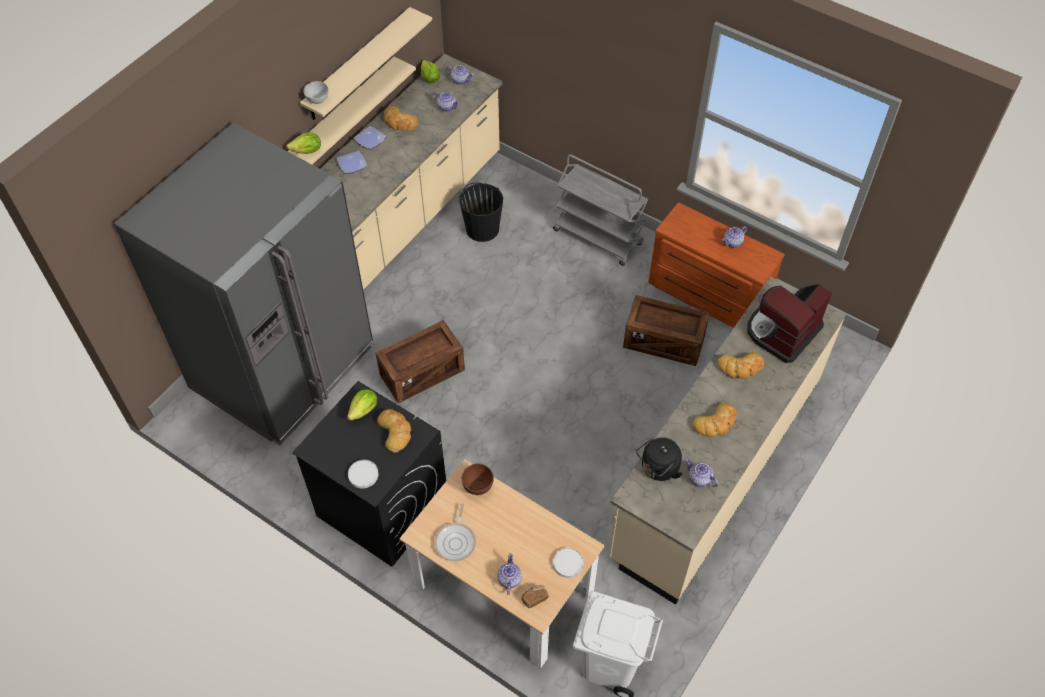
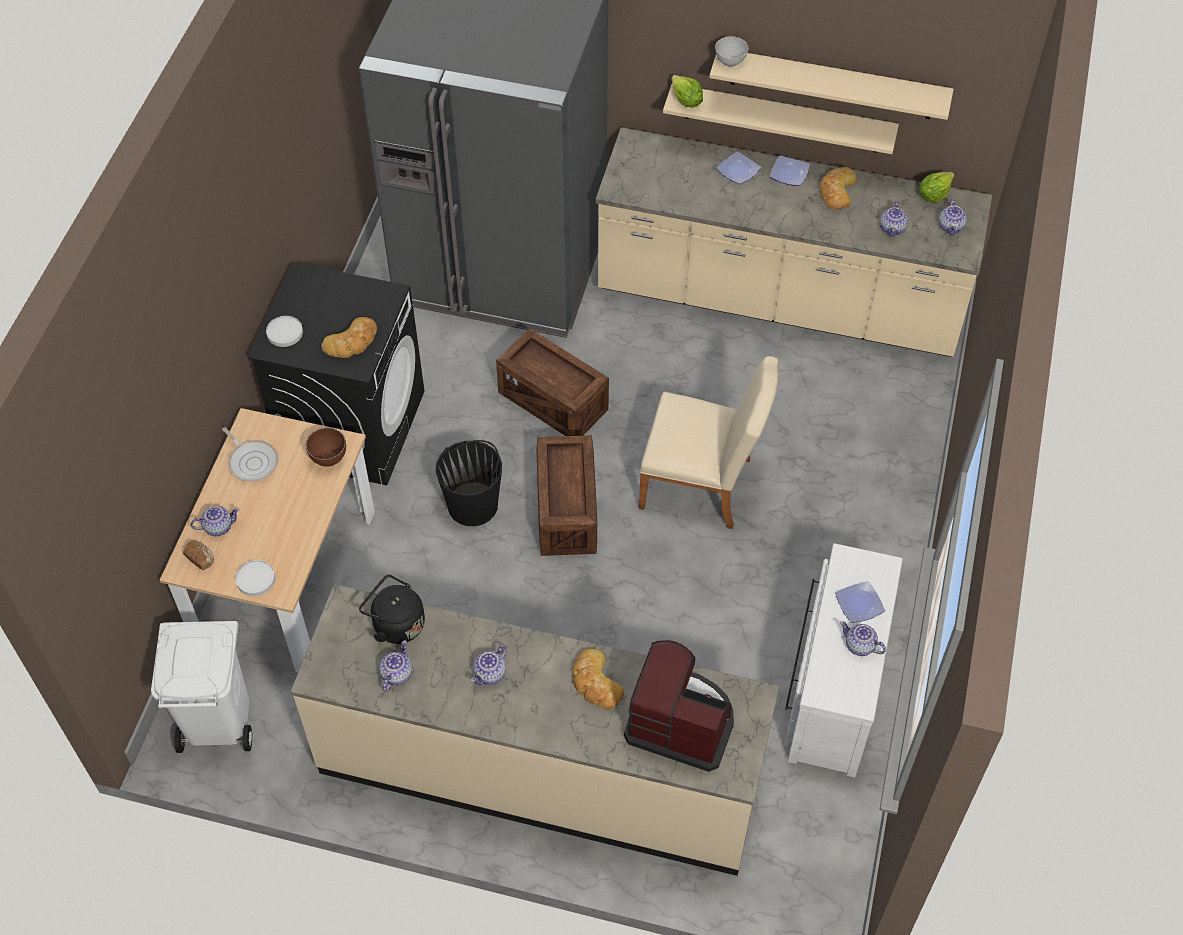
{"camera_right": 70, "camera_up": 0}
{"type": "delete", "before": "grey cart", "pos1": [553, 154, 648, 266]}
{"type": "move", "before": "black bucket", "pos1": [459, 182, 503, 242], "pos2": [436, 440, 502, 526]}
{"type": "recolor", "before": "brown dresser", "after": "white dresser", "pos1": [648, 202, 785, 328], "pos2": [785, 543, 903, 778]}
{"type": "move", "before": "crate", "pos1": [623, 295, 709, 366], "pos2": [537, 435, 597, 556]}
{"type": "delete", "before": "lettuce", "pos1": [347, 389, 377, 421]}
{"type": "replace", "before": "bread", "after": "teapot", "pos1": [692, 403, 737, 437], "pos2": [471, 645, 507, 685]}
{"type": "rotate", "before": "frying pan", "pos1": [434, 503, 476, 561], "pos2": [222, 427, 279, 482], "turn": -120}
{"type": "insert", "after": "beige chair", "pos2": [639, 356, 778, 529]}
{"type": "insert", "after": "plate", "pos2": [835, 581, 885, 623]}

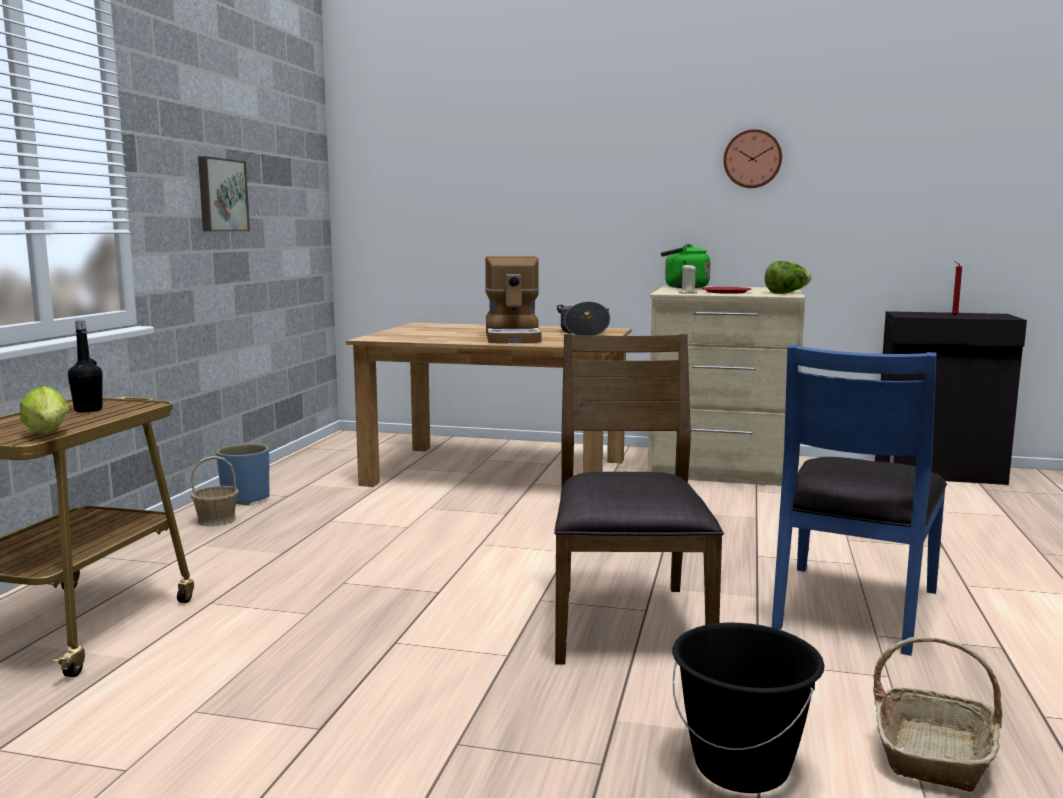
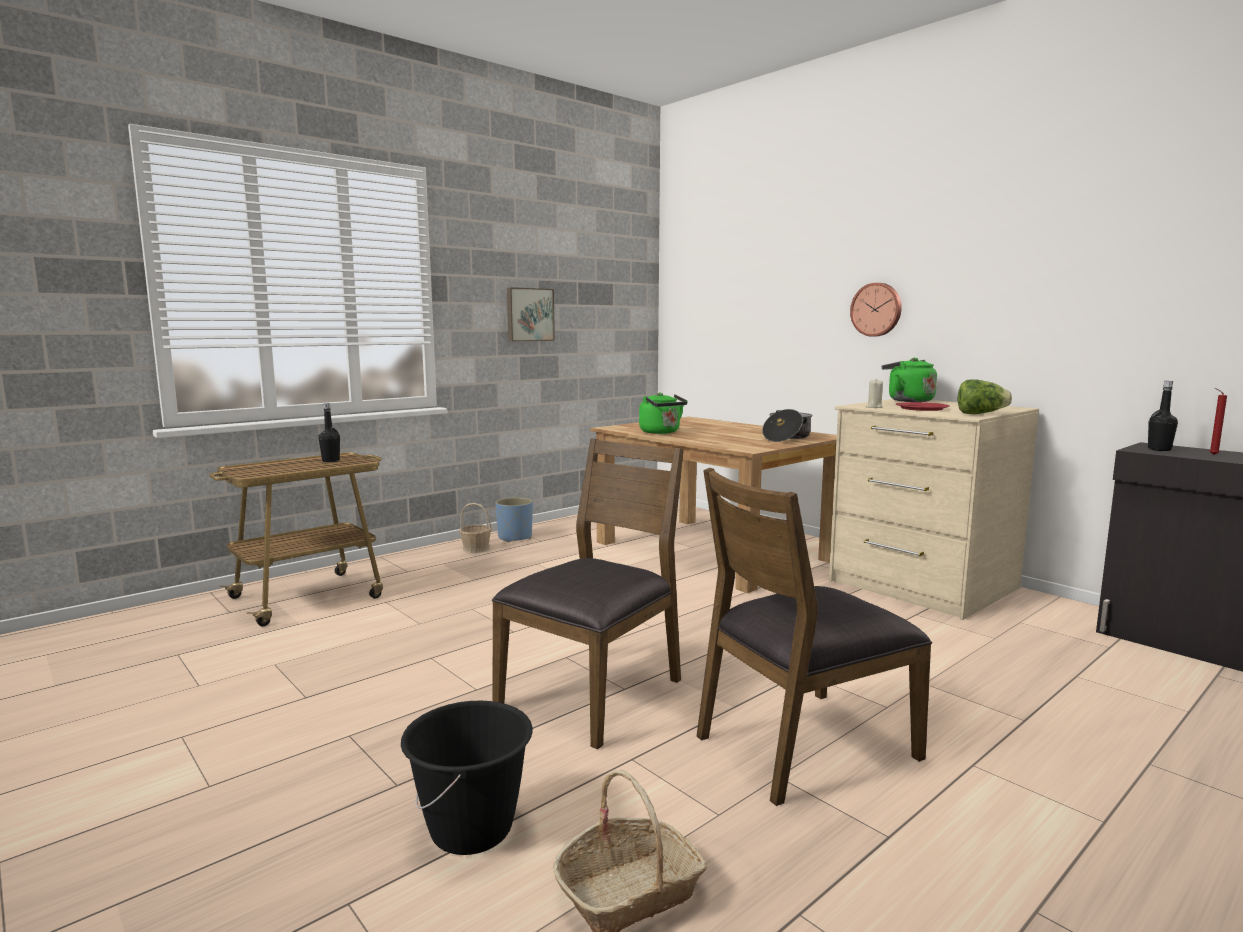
{"camera_right": 35, "camera_up": 0}
{"type": "move", "before": "wall clock", "pos1": [724, 129, 782, 188], "pos2": [850, 283, 902, 337]}
{"type": "delete", "before": "coffee machine", "pos1": [485, 256, 542, 344]}
{"type": "recolor", "before": "blue chair", "after": "brown chair", "pos1": [772, 344, 947, 656], "pos2": [697, 468, 932, 806]}
{"type": "delete", "before": "lettuce", "pos1": [20, 386, 69, 434]}
{"type": "insert", "after": "black bottle", "pos2": [1148, 381, 1178, 451]}
{"type": "insert", "after": "green kettle", "pos2": [639, 392, 688, 434]}

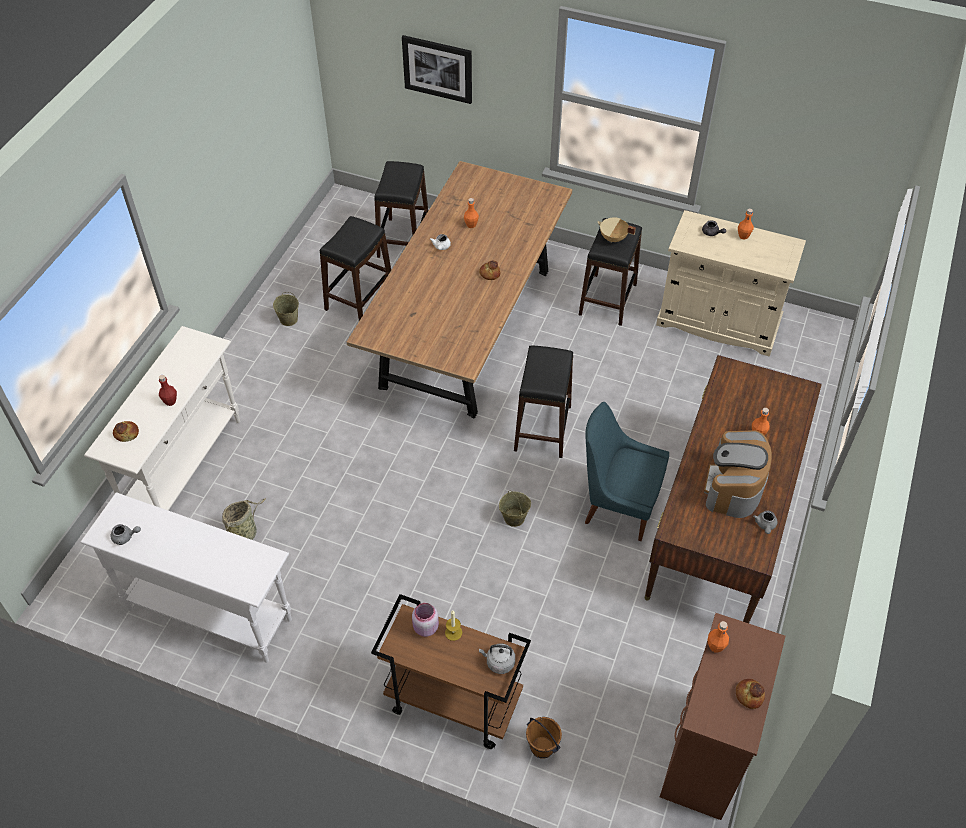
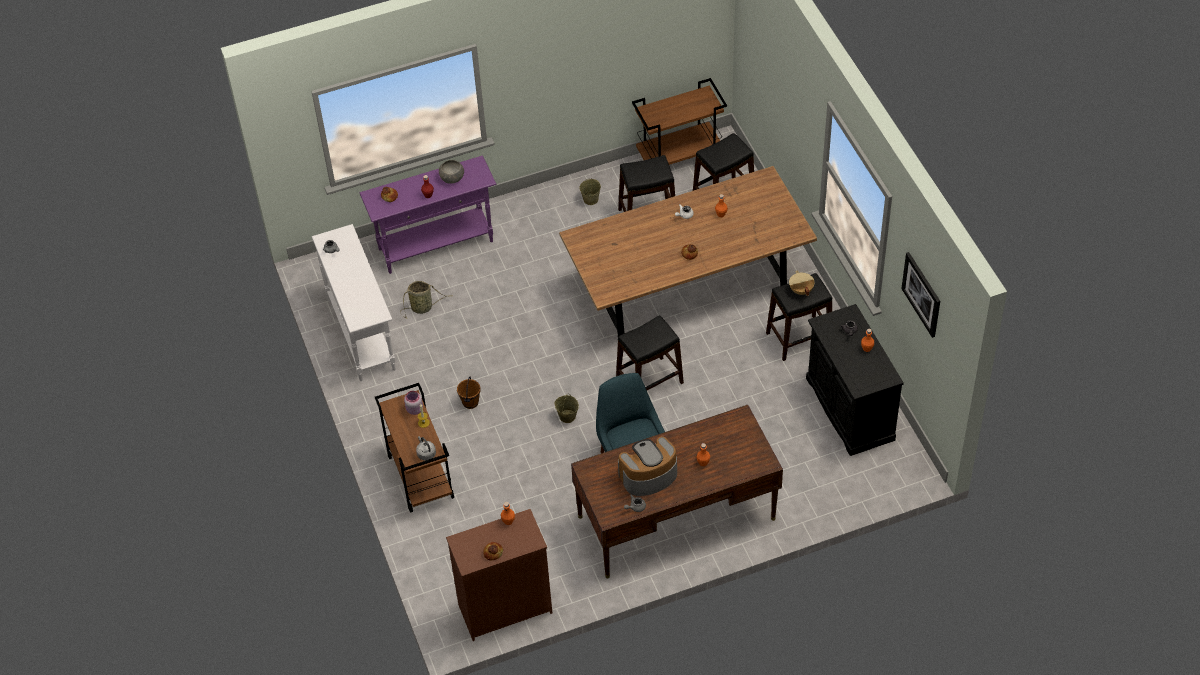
{"camera_right": 50, "camera_up": 0}
{"type": "move", "before": "picture", "pos1": [402, 35, 472, 104], "pos2": [901, 252, 940, 338]}
{"type": "recolor", "before": "beige cabinet", "after": "black cabinet", "pos1": [656, 210, 806, 357], "pos2": [806, 304, 904, 456]}
{"type": "recolor", "before": "white console table", "after": "purple console table", "pos1": [84, 326, 240, 511], "pos2": [360, 155, 497, 274]}
{"type": "move", "before": "brown bucket", "pos1": [526, 717, 562, 759], "pos2": [457, 376, 481, 409]}
{"type": "insert", "after": "brown cart", "pos2": [632, 78, 727, 165]}
{"type": "insert", "after": "grey bowl", "pos2": [439, 160, 464, 184]}

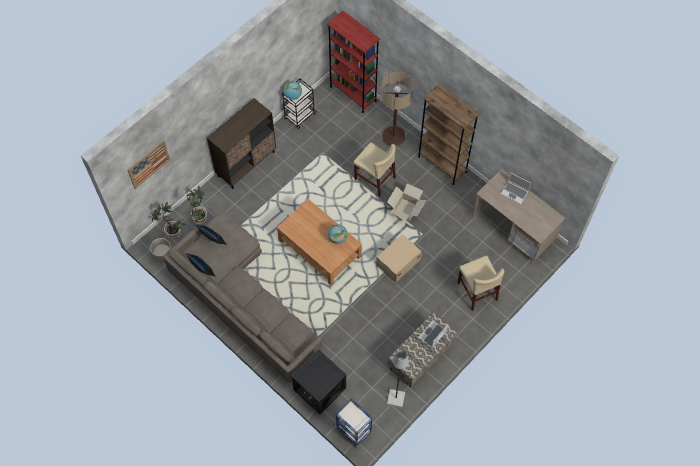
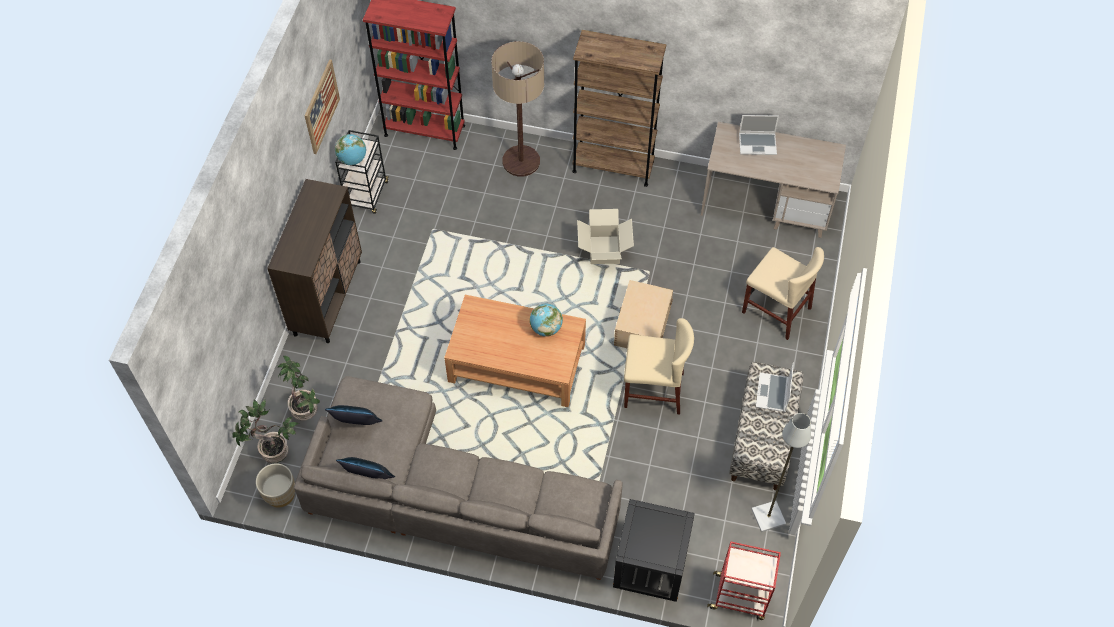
{"camera_right": -30, "camera_up": -5}
{"type": "move", "before": "picture", "pos1": [127, 140, 170, 189], "pos2": [304, 59, 340, 154]}
{"type": "move", "before": "beige chair", "pos1": [353, 142, 396, 197], "pos2": [624, 318, 694, 415]}
{"type": "recolor", "before": "blue cart", "after": "red cart", "pos1": [333, 398, 372, 448], "pos2": [707, 541, 781, 620]}

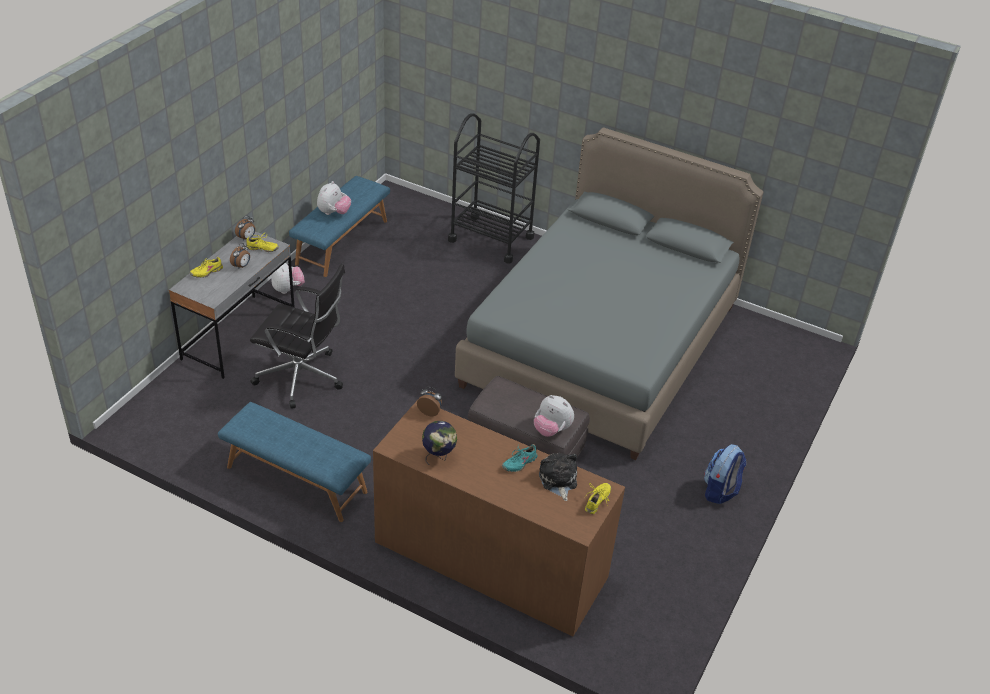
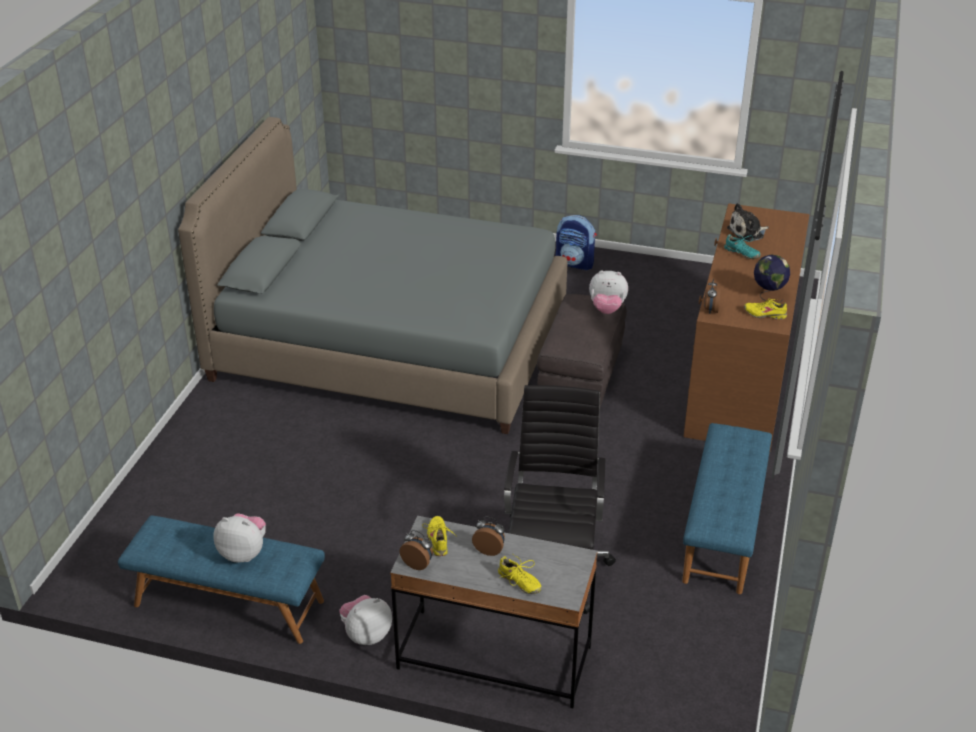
{"camera_right": -100, "camera_up": -5}
{"type": "delete", "before": "black cart", "pos1": [448, 113, 540, 264]}
{"type": "rotate", "before": "plush toy", "pos1": [534, 395, 574, 437], "pos2": [589, 271, 628, 314], "turn": 75}
{"type": "move", "before": "yellow shoe", "pos1": [584, 483, 611, 514], "pos2": [744, 298, 787, 320]}

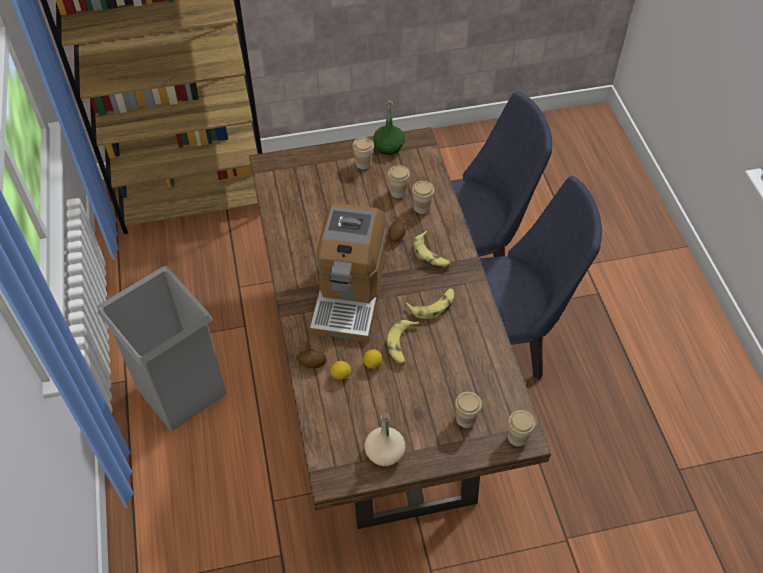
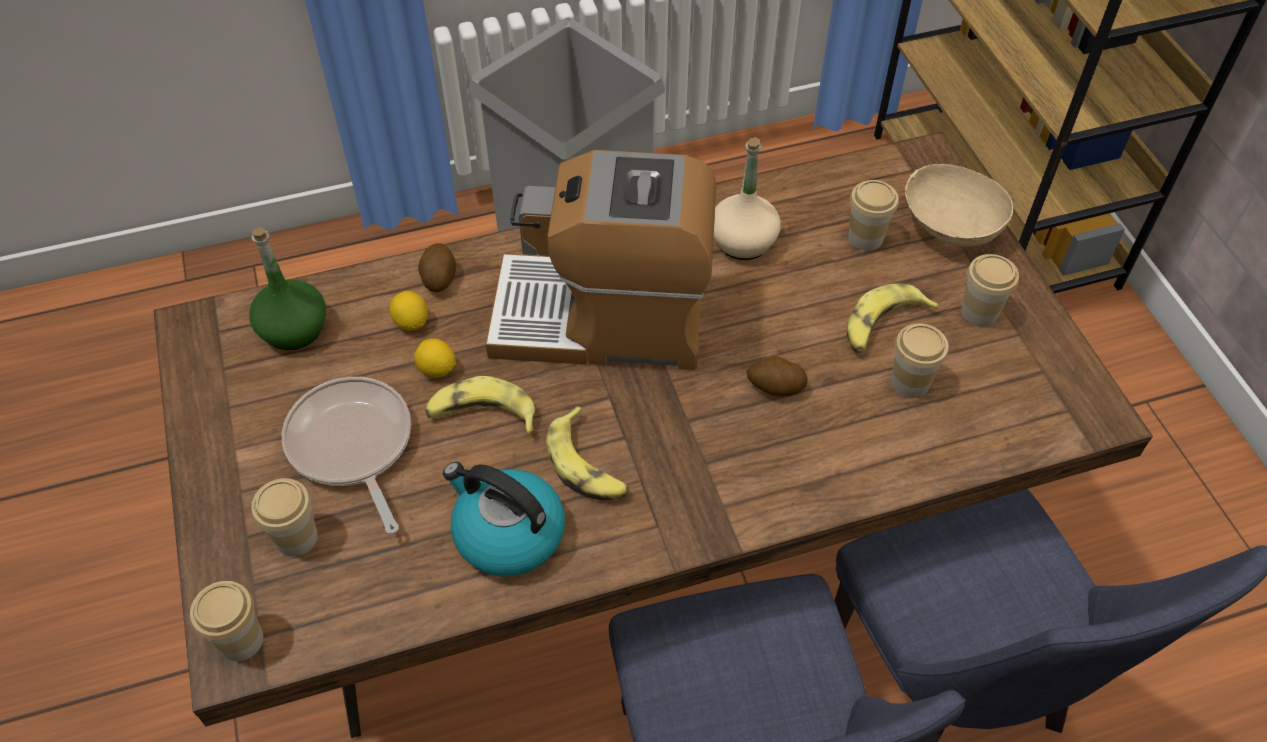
{"camera_right": 85, "camera_up": 0}
{"type": "move", "before": "green bottle", "pos1": [373, 100, 405, 155], "pos2": [249, 228, 326, 350]}
{"type": "move", "before": "cup", "pos1": [412, 181, 434, 214], "pos2": [848, 180, 899, 251]}
{"type": "move", "before": "banana", "pos1": [413, 231, 451, 268], "pos2": [847, 283, 938, 354]}
{"type": "move", "before": "beige bottle", "pos1": [364, 412, 405, 466], "pos2": [714, 137, 781, 260]}
{"type": "insert", "after": "beige bowl", "pos2": [905, 164, 1013, 247]}
{"type": "insert", "after": "frying pan", "pos2": [282, 377, 411, 534]}
{"type": "insert", "after": "kettle", "pos2": [443, 462, 565, 577]}

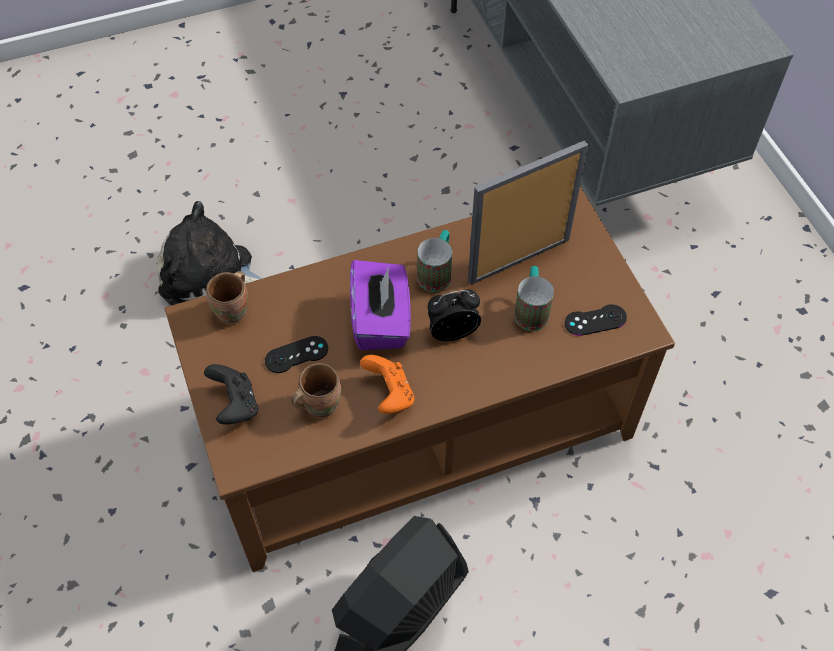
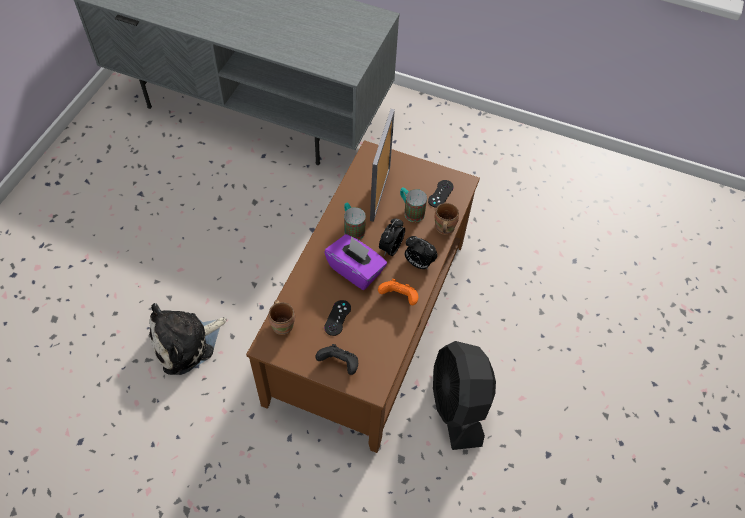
{"camera_right": -50, "camera_up": 0}
{"type": "move", "before": "brown mug", "pos1": [291, 363, 341, 418], "pos2": [435, 203, 459, 235]}
{"type": "insert", "after": "alarm clock", "pos2": [405, 236, 437, 270]}

